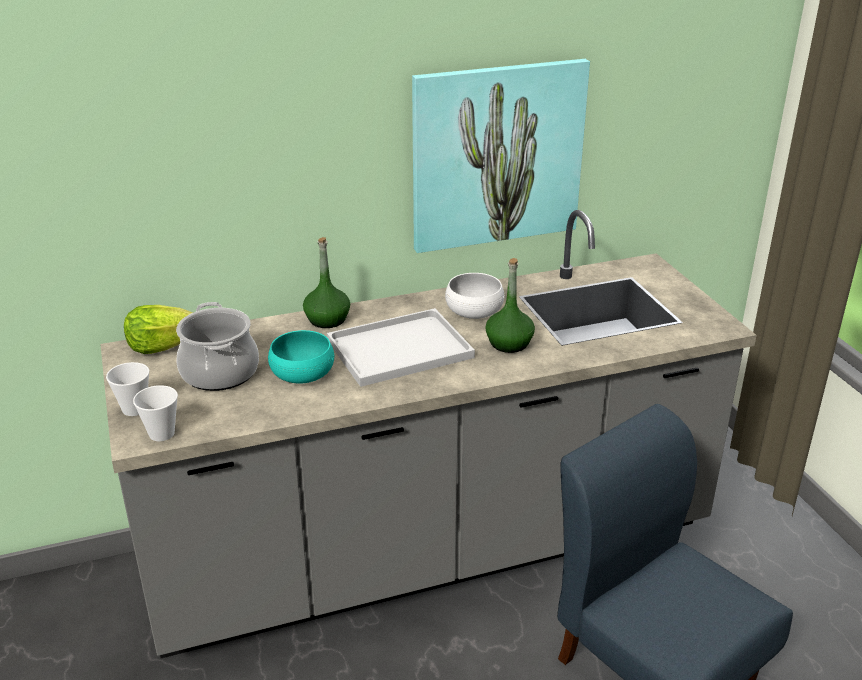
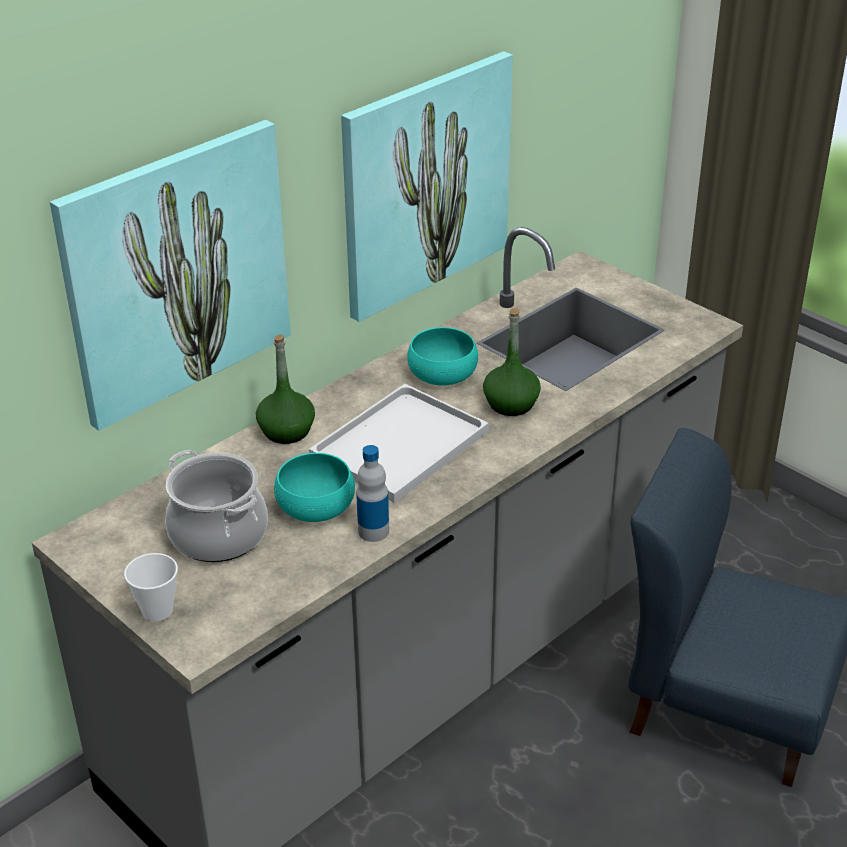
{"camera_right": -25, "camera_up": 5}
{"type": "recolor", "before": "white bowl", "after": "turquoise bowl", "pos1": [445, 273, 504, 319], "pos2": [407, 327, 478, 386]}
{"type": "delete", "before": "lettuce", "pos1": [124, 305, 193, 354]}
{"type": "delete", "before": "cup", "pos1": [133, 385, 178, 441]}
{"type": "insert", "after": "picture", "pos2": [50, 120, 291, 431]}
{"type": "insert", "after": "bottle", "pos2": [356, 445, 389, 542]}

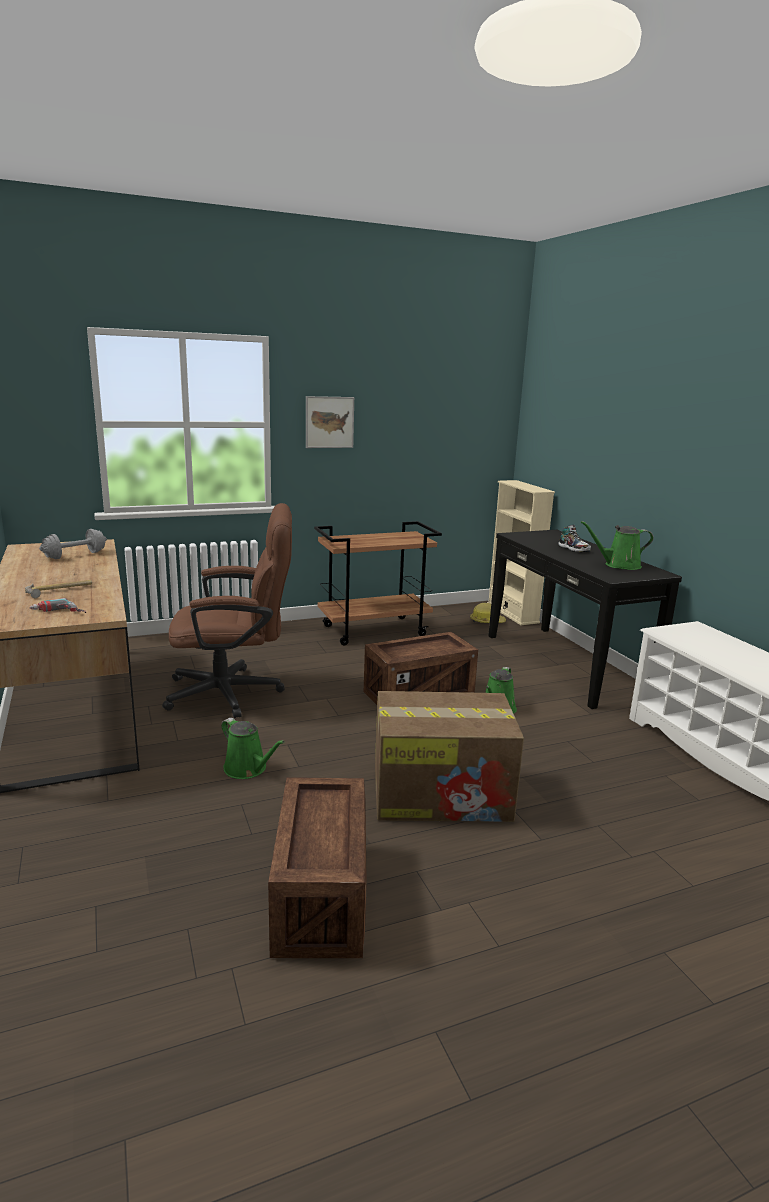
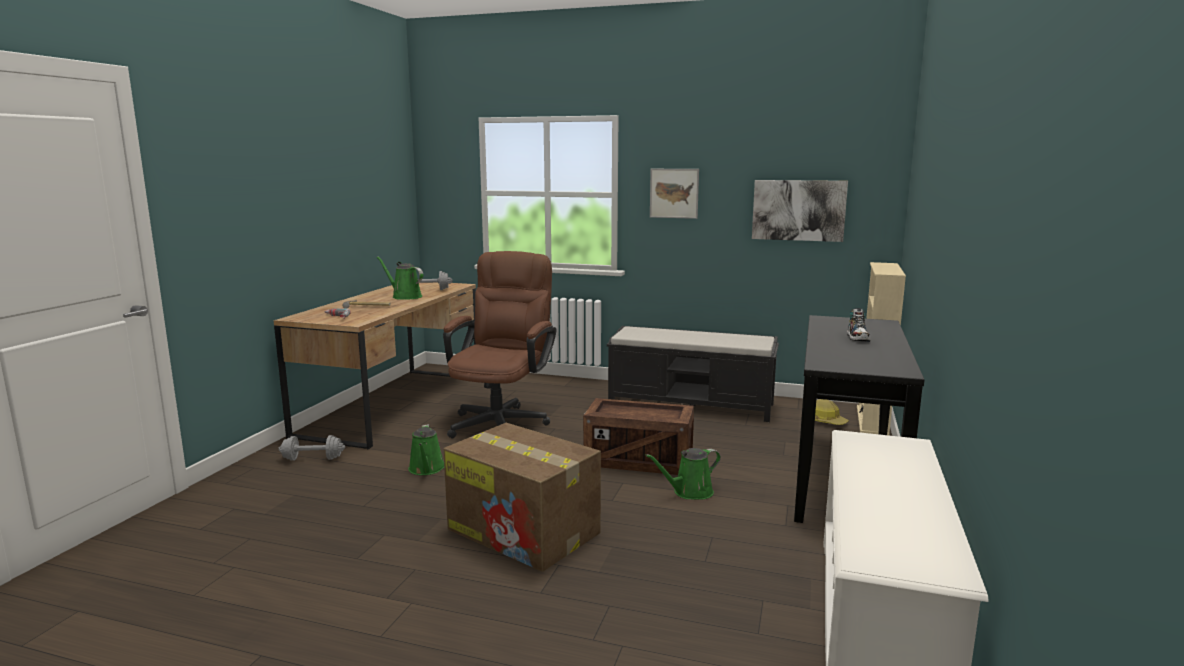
{"camera_right": 40, "camera_up": -5}
{"type": "rotate", "before": "brown office chair", "pos1": [162, 503, 292, 718], "pos2": [443, 251, 557, 438], "turn": -105}
{"type": "replace", "before": "brown cart", "after": "black bench", "pos1": [314, 521, 442, 646], "pos2": [607, 326, 779, 422]}
{"type": "move", "before": "green watering can", "pos1": [581, 521, 654, 570], "pos2": [377, 256, 423, 300]}
{"type": "delete", "before": "crate", "pos1": [268, 777, 367, 958]}
{"type": "insert", "after": "picture", "pos2": [752, 180, 848, 242]}
{"type": "insert", "after": "grey dumbbell", "pos2": [278, 435, 345, 461]}

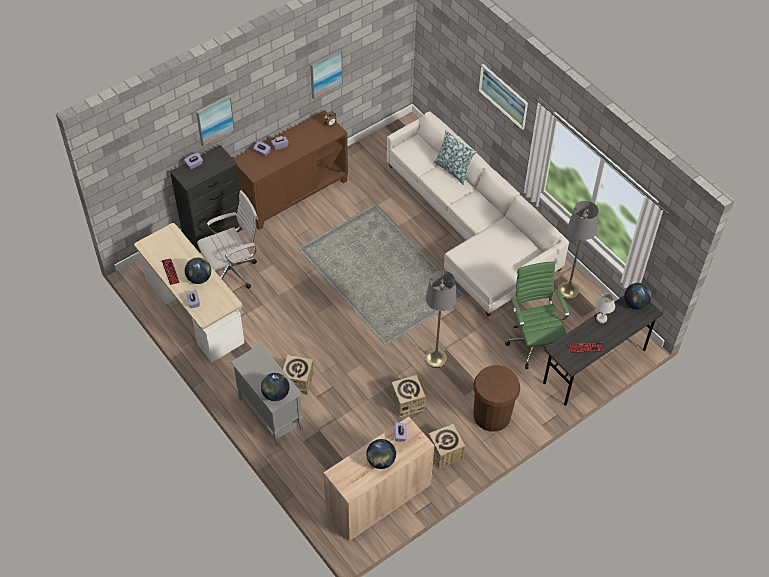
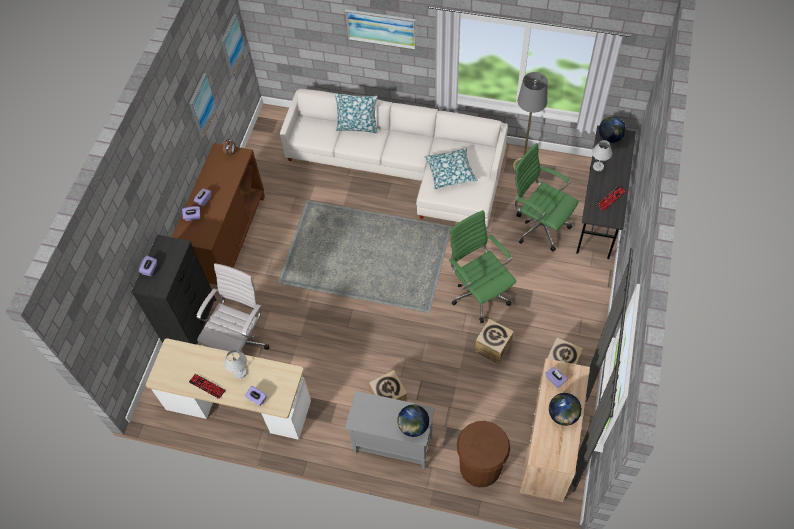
{"camera_right": -35, "camera_up": 5}
{"type": "move", "before": "picture", "pos1": [196, 95, 235, 147], "pos2": [221, 14, 246, 76]}
{"type": "replace", "before": "globe", "after": "white table lamp", "pos1": [185, 258, 211, 284], "pos2": [224, 350, 247, 379]}
{"type": "replace", "before": "grey floor lamp", "after": "green office chair", "pos1": [425, 270, 456, 368], "pos2": [448, 210, 516, 323]}
{"type": "move", "before": "brown trash can", "pos1": [473, 365, 520, 432], "pos2": [457, 421, 510, 487]}
{"type": "insert", "after": "pillow", "pos2": [424, 148, 478, 189]}

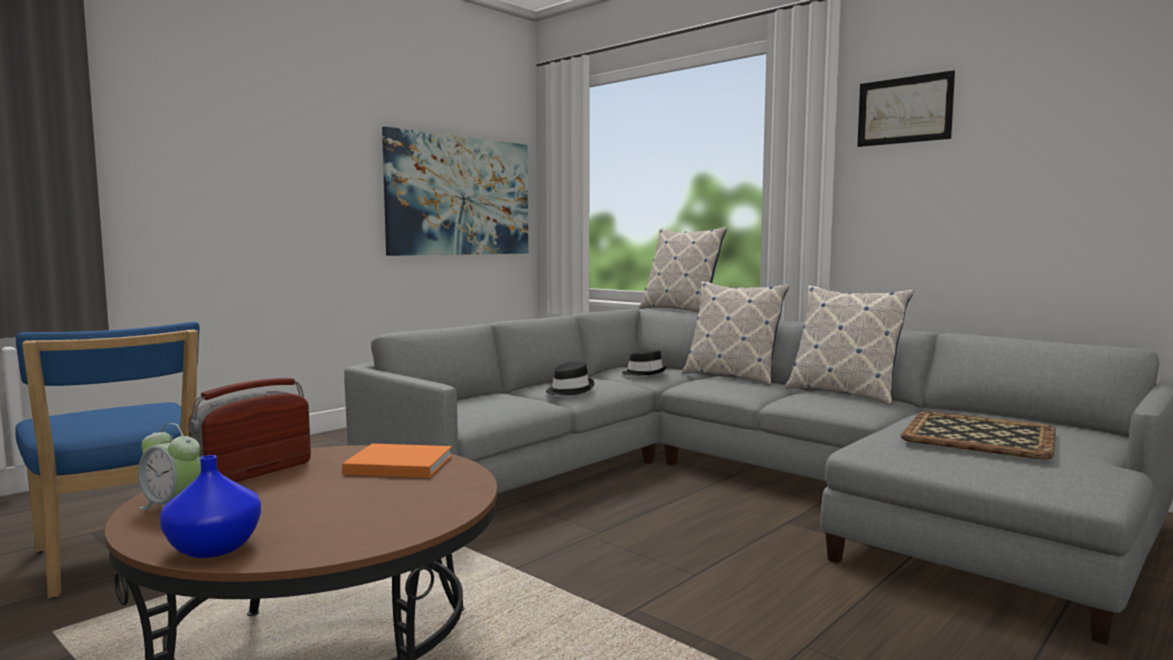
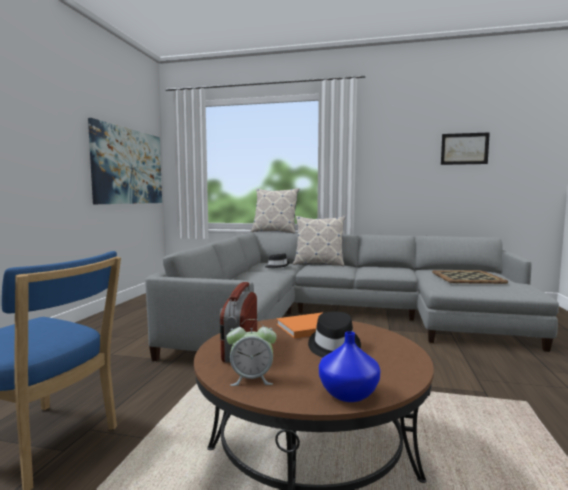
{"camera_right": -30, "camera_up": 0}
{"type": "move", "before": "picture", "pos1": [857, 70, 955, 147], "pos2": [441, 132, 490, 165]}
{"type": "delete", "before": "pillow", "pos1": [785, 285, 914, 405]}
{"type": "move", "before": "black hat", "pos1": [546, 362, 595, 395], "pos2": [308, 311, 361, 358]}

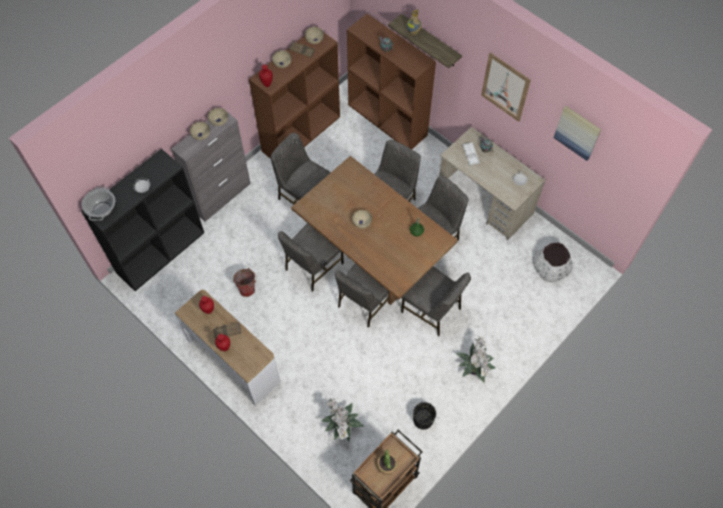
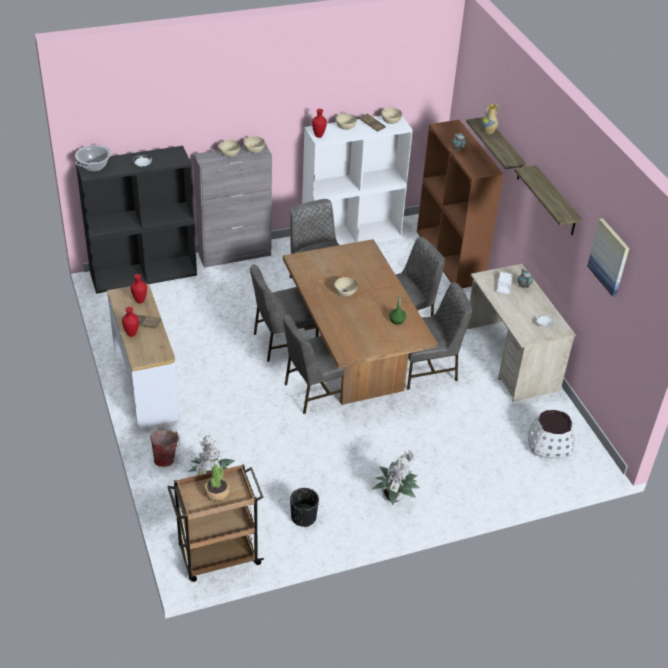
{"camera_right": 25, "camera_up": -20}
{"type": "recolor", "before": "brown bookcase", "after": "white bookcase", "pos1": [249, 32, 340, 159], "pos2": [302, 116, 413, 245]}
{"type": "replace", "before": "picture", "after": "shelf", "pos1": [481, 52, 531, 122], "pos2": [514, 165, 583, 235]}
{"type": "delete", "before": "grey chair", "pos1": [401, 266, 471, 336]}
{"type": "move", "before": "bucket", "pos1": [233, 268, 257, 297], "pos2": [150, 430, 180, 467]}

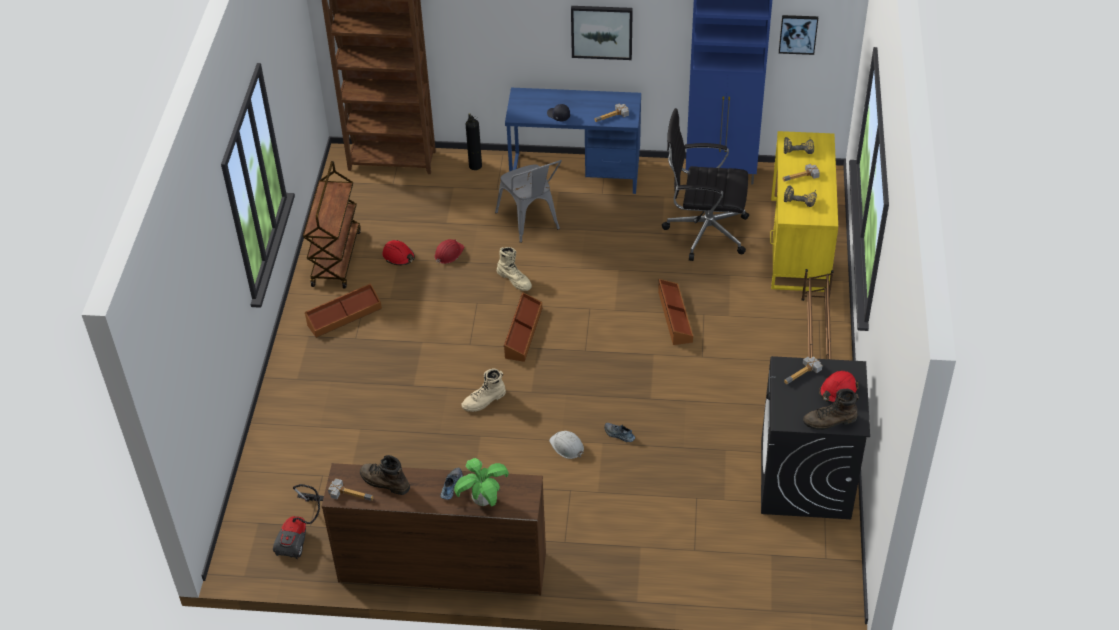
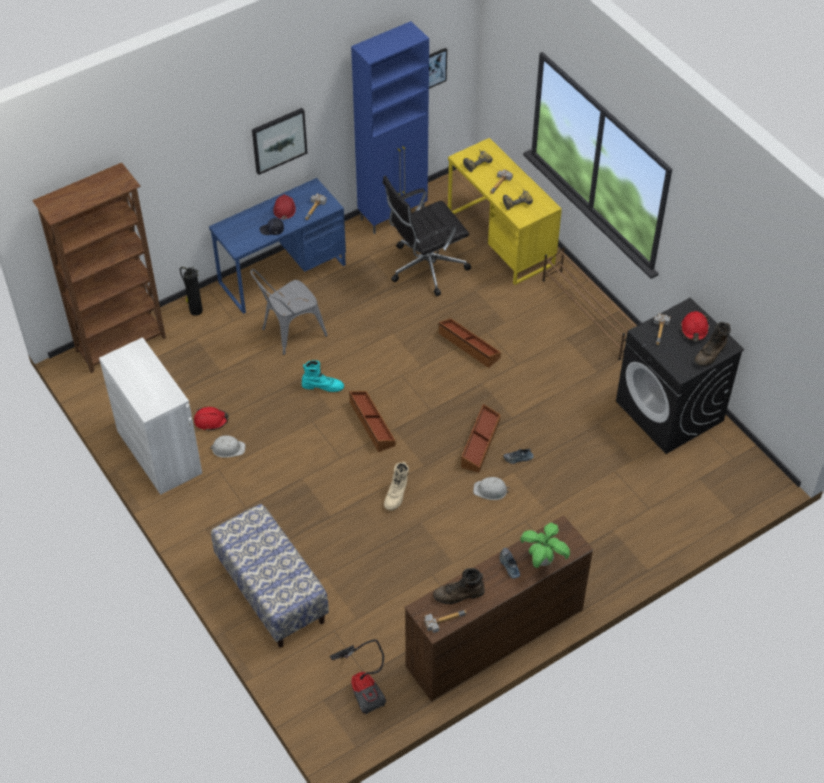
{"camera_right": -40, "camera_up": 5}
{"type": "rotate", "before": "grey chair", "pos1": [495, 160, 562, 243], "pos2": [250, 269, 328, 355], "turn": 120}
{"type": "replace", "before": "brown cart", "after": "white cabinet", "pos1": [303, 161, 361, 289], "pos2": [99, 337, 202, 495]}
{"type": "move", "before": "red hard hat", "pos1": [434, 239, 464, 264], "pos2": [273, 194, 296, 221]}
{"type": "recolor", "before": "beige boot", "after": "turquoise boot", "pos1": [497, 247, 532, 291], "pos2": [302, 360, 344, 392]}
{"type": "move", "before": "brown storage box", "pos1": [305, 283, 382, 338], "pos2": [461, 404, 501, 473]}
{"type": "insert", "after": "white hard hat", "pos2": [210, 435, 246, 458]}
{"type": "insert", "after": "bench", "pos2": [211, 504, 329, 648]}

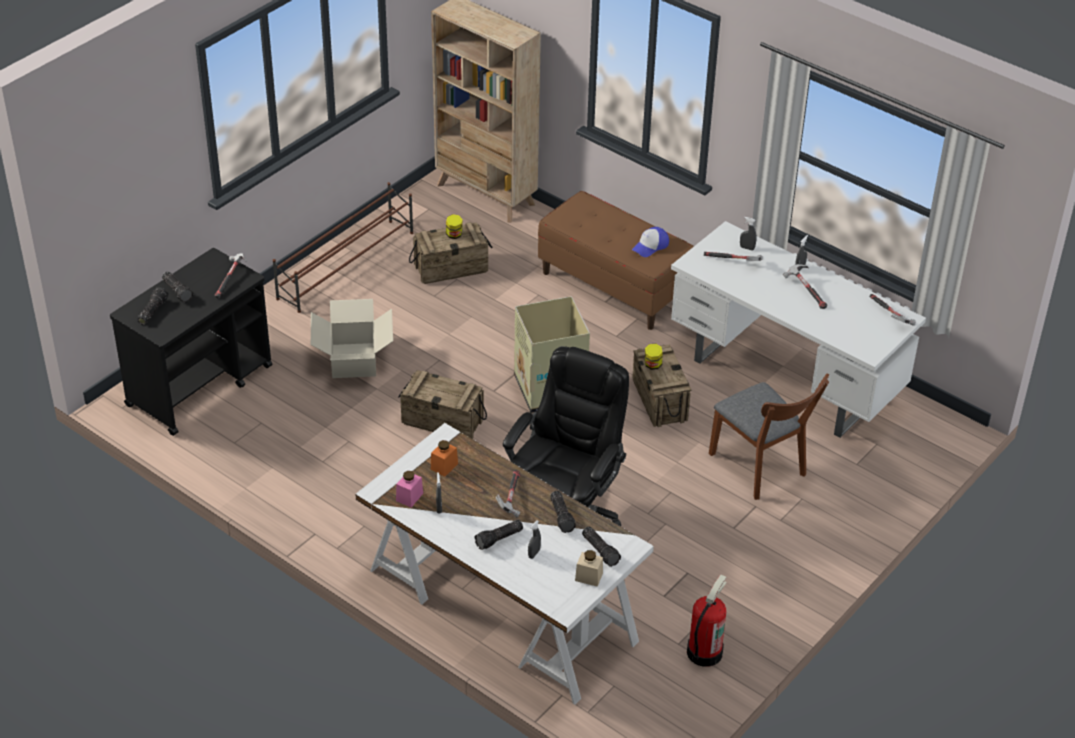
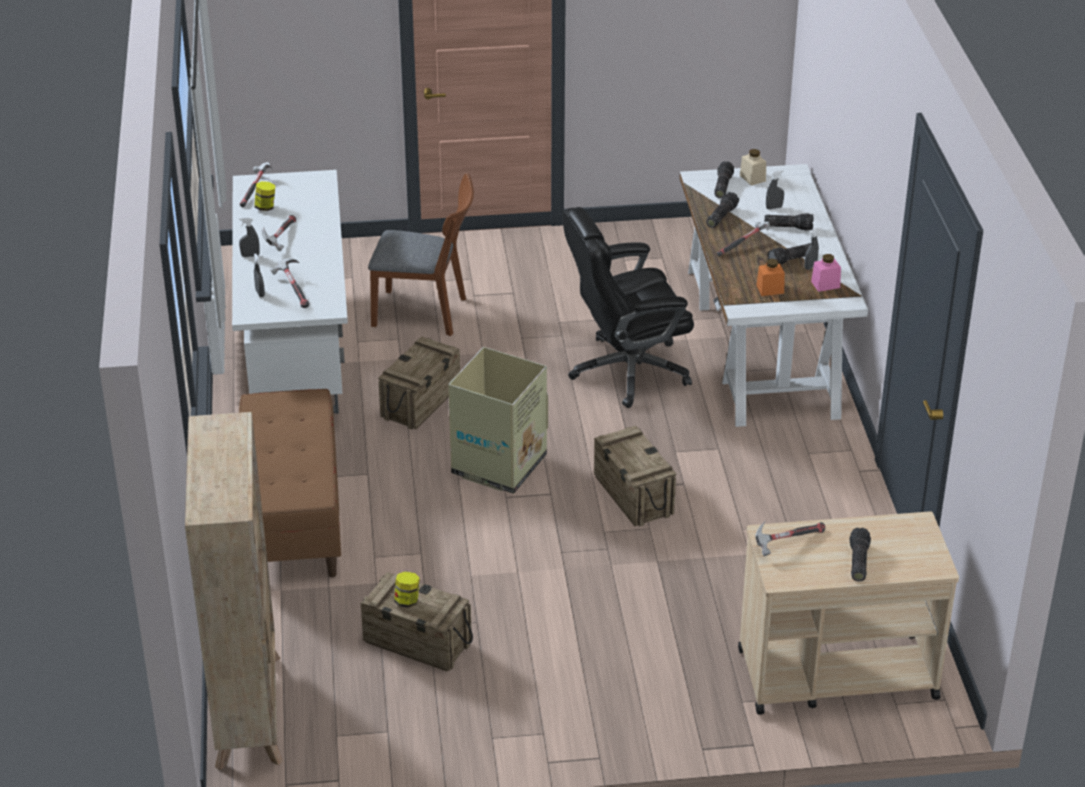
{"camera_right": -135, "camera_up": -5}
{"type": "delete", "before": "brown shoe rack", "pos1": [273, 182, 413, 313]}
{"type": "delete", "before": "cap", "pos1": [632, 227, 669, 257]}
{"type": "recolor", "before": "black cart", "after": "beige cart", "pos1": [110, 248, 273, 436], "pos2": [738, 512, 959, 715]}
{"type": "move", "before": "flashlight", "pos1": [137, 287, 168, 325], "pos2": [767, 243, 811, 264]}
{"type": "delete", "before": "cardboard box", "pos1": [311, 299, 393, 378]}
{"type": "move", "before": "jar", "pos1": [645, 344, 662, 370], "pos2": [254, 181, 275, 211]}
{"type": "rotate", "before": "brown chair", "pos1": [709, 374, 829, 500], "pos2": [368, 173, 474, 336], "turn": 90}
{"type": "delete", "before": "fire extinguisher", "pos1": [687, 574, 727, 667]}

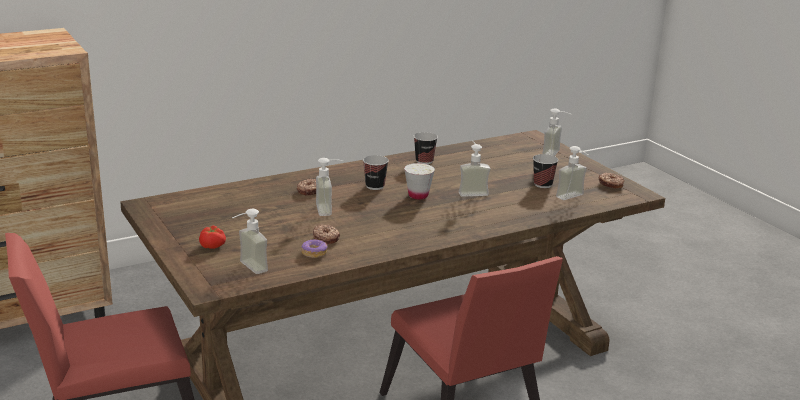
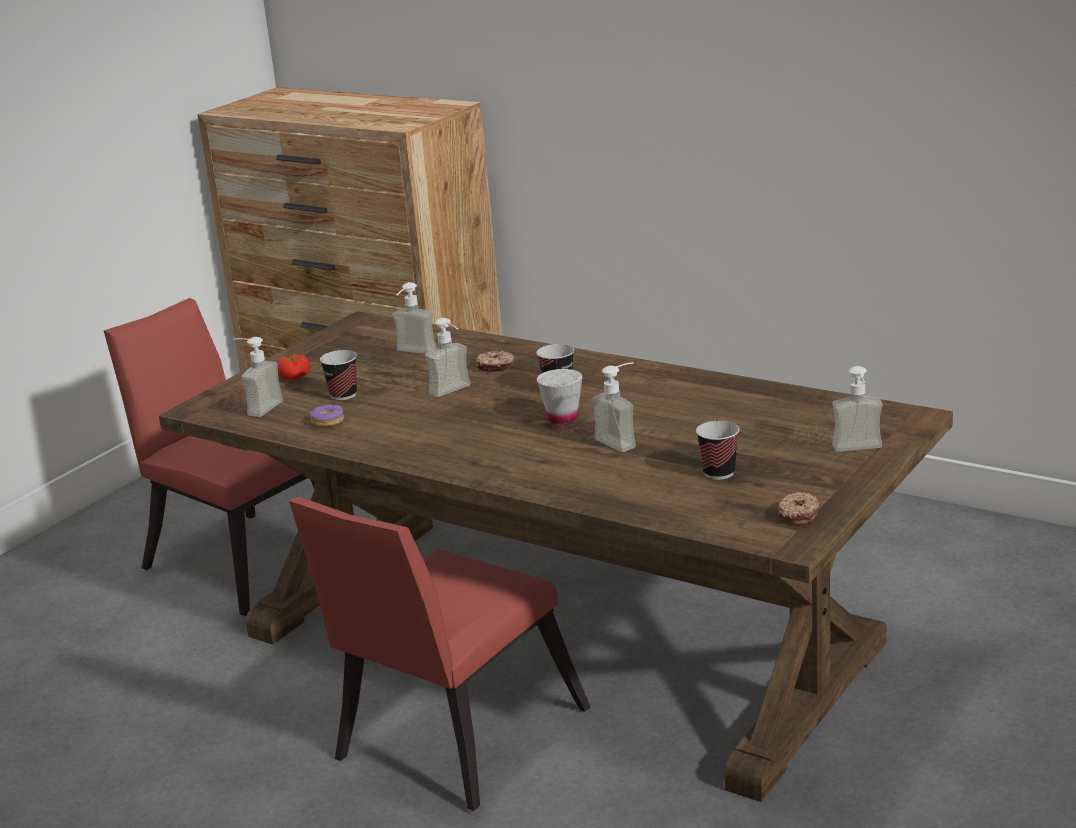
{"camera_right": 65, "camera_up": 0}
{"type": "move", "before": "cup", "pos1": [414, 132, 438, 164], "pos2": [320, 350, 357, 400]}
{"type": "move", "before": "soap dispenser", "pos1": [556, 146, 589, 200], "pos2": [393, 282, 437, 354]}
{"type": "delete", "before": "donut", "pos1": [313, 225, 340, 244]}

